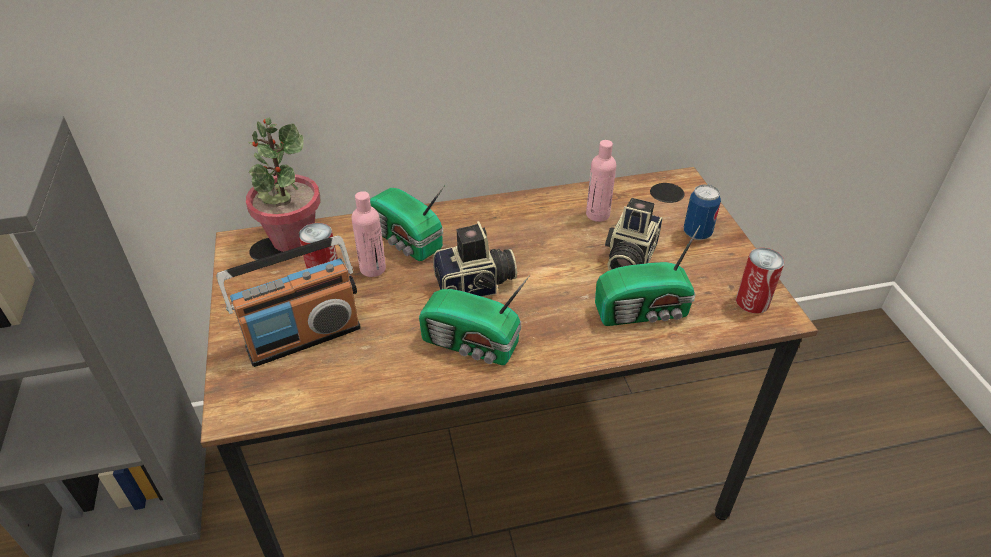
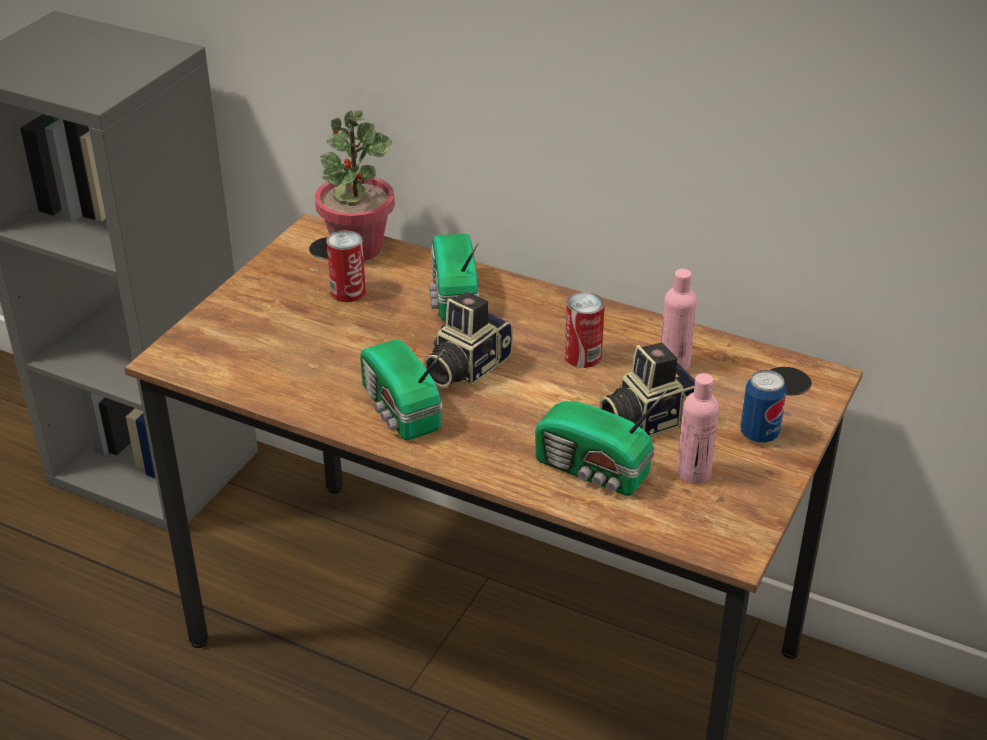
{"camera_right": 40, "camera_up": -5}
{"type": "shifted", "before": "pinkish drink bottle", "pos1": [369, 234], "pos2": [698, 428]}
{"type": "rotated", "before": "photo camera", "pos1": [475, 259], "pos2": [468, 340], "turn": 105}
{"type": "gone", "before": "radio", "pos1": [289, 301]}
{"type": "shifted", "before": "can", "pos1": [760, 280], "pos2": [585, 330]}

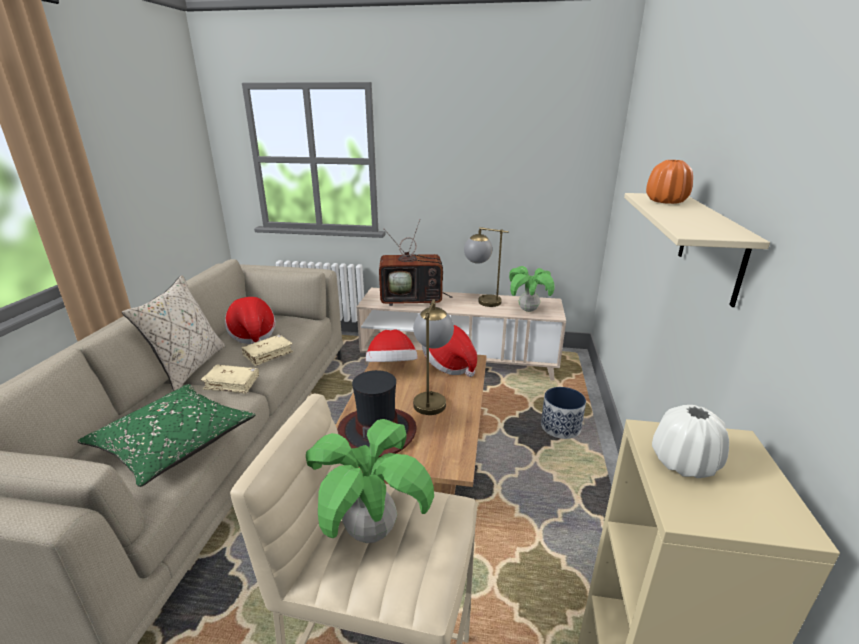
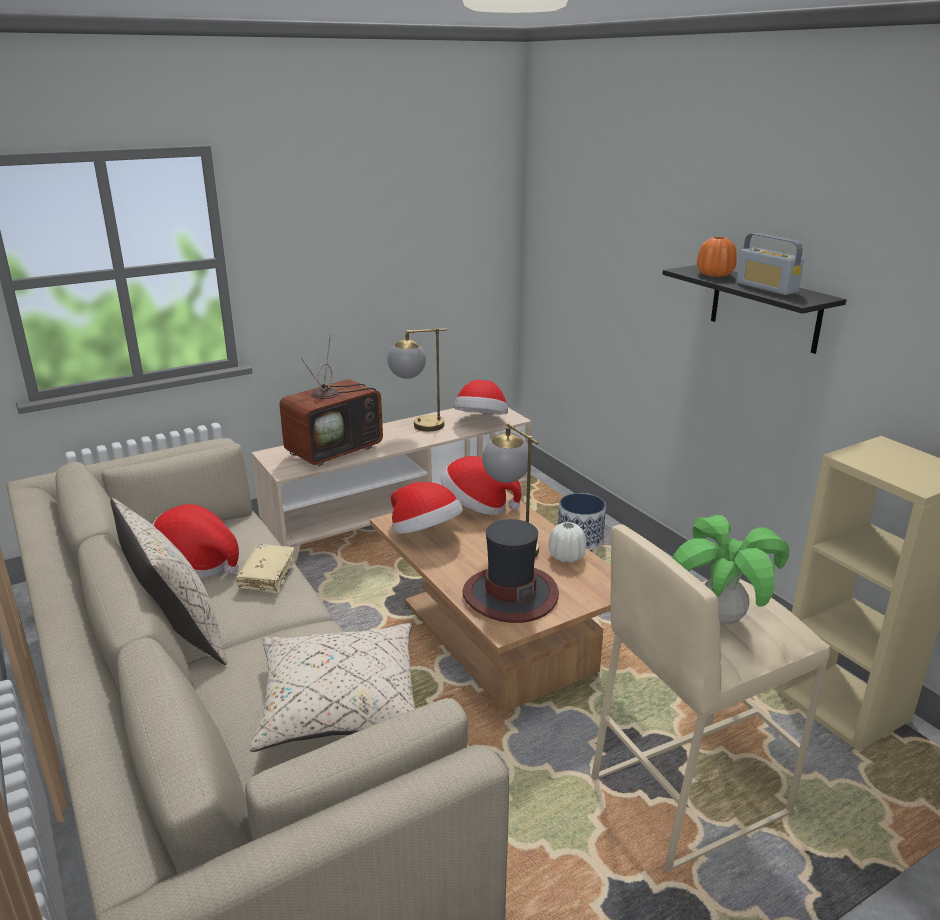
{"camera_right": -40, "camera_up": 0}
{"type": "repainted", "before": "beige wall shelf", "after": "black wall shelf", "pos1": [697, 250], "pos2": [754, 309]}
{"type": "swapped", "before": "potted plant", "after": "clothing hat", "pos1": [531, 289], "pos2": [481, 397]}
{"type": "gone", "before": "beige bound book", "pos1": [230, 379]}
{"type": "repainted", "before": "green pillow", "after": "beige pillow", "pos1": [166, 435], "pos2": [333, 687]}
{"type": "shifted", "before": "whitish flower vase", "pos1": [690, 441], "pos2": [567, 542]}
{"type": "new", "after": "radio", "pos2": [770, 264]}

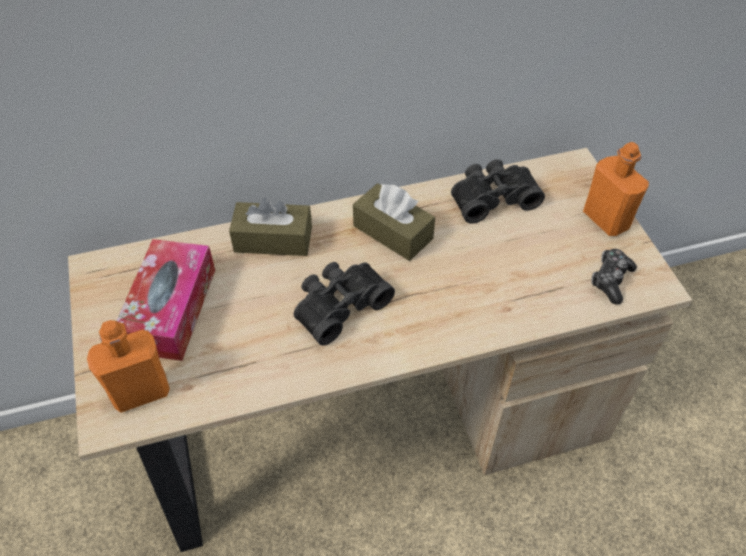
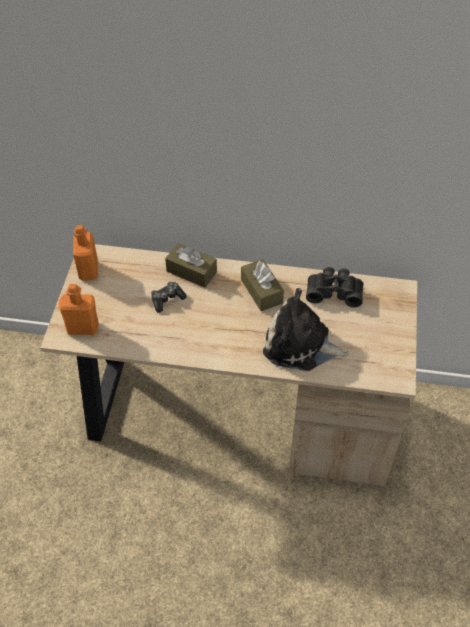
{"camera_right": 25, "camera_up": 0}
{"type": "shifted", "before": "orange drink bottle", "pos1": [616, 189], "pos2": [85, 253]}
{"type": "gone", "before": "tissue holder", "pos1": [165, 300]}
{"type": "shifted", "before": "joypad", "pos1": [614, 276], "pos2": [169, 297]}
{"type": "gone", "before": "black binoculars", "pos1": [344, 303]}
{"type": "new", "after": "cuddly toy", "pos2": [306, 329]}

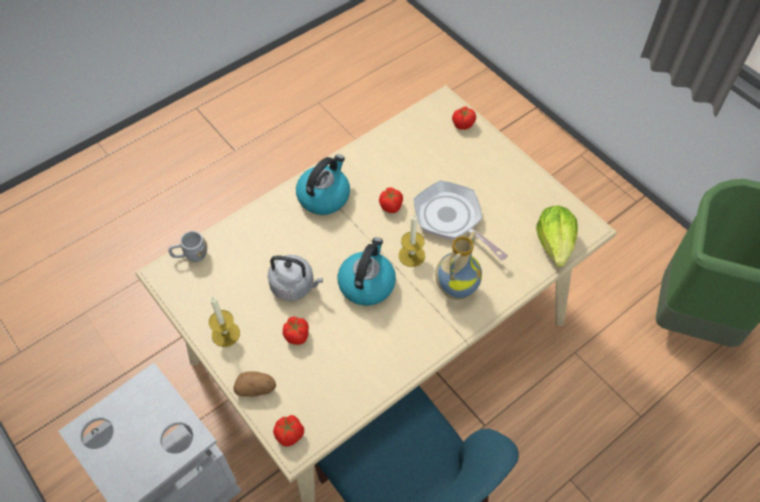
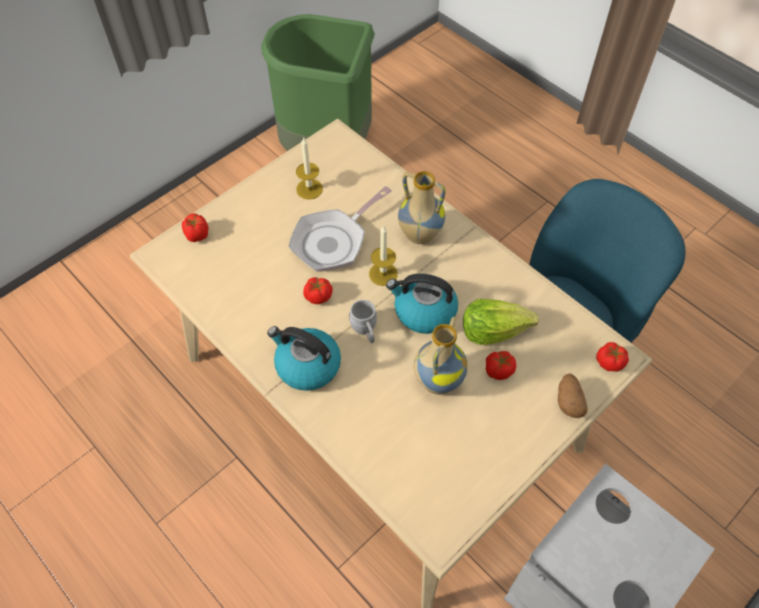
{"camera_right": -95, "camera_up": 0}
{"type": "shifted", "before": "lettuce", "pos1": [557, 236], "pos2": [501, 322]}
{"type": "shifted", "before": "grey mug", "pos1": [187, 246], "pos2": [363, 321]}
{"type": "swapped", "before": "grey kettle", "after": "flower vase", "pos1": [295, 278], "pos2": [441, 355]}
{"type": "shifted", "before": "candle", "pos1": [224, 321], "pos2": [309, 169]}

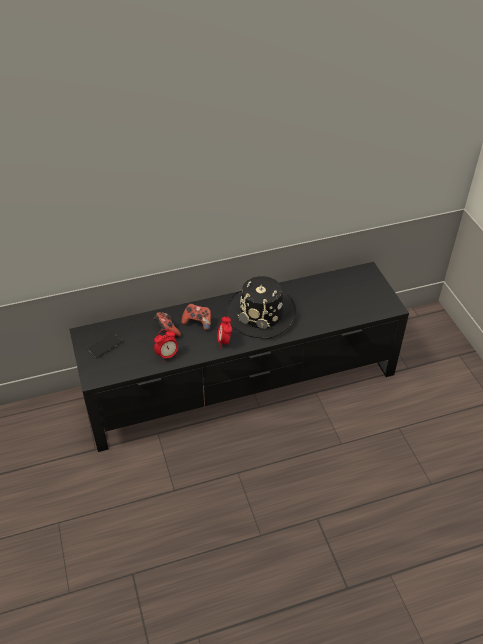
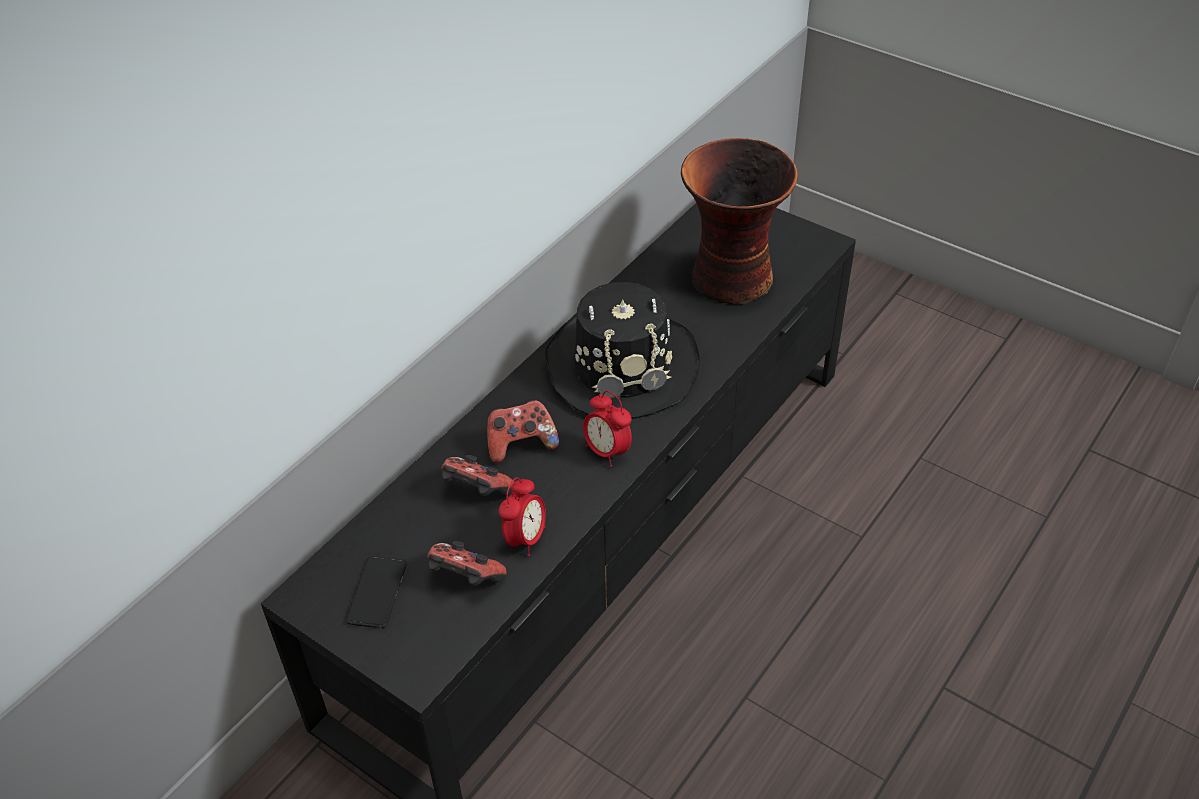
{"camera_right": -35, "camera_up": 0}
{"type": "new", "after": "flower vase", "pos2": [739, 221]}
{"type": "new", "after": "joypad", "pos2": [467, 563]}

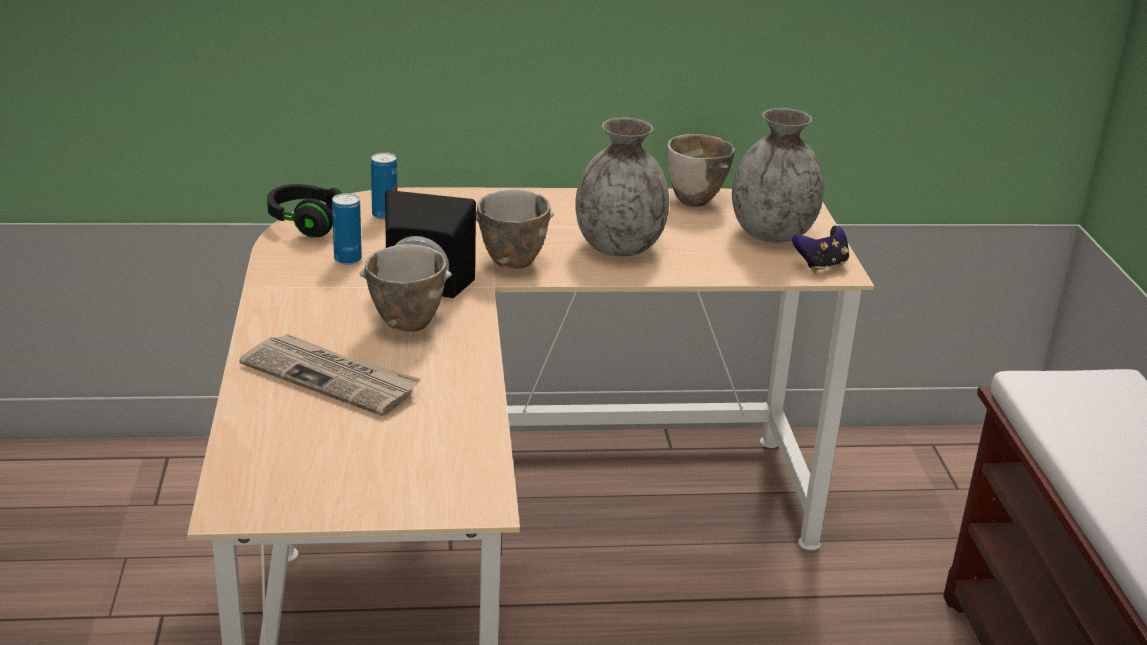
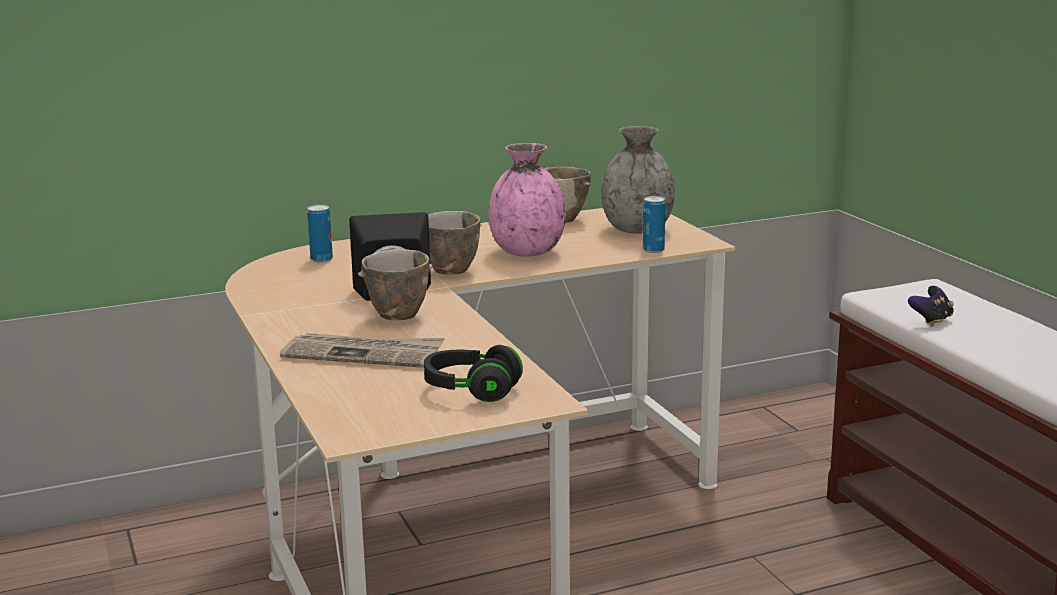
{"camera_right": -15, "camera_up": -10}
{"type": "repainted", "before": "grey flower vase", "after": "pinkish flower vase", "pos1": [622, 187], "pos2": [527, 200]}
{"type": "shifted", "before": "black pair of headphones", "pos1": [306, 211], "pos2": [473, 373]}
{"type": "shifted", "before": "can", "pos1": [347, 229], "pos2": [654, 224]}
{"type": "shifted", "before": "joypad", "pos1": [820, 249], "pos2": [931, 306]}

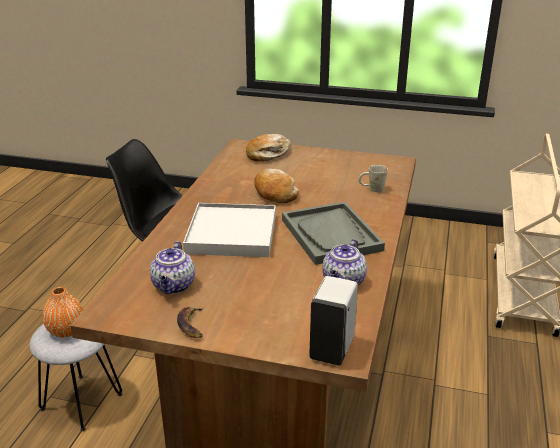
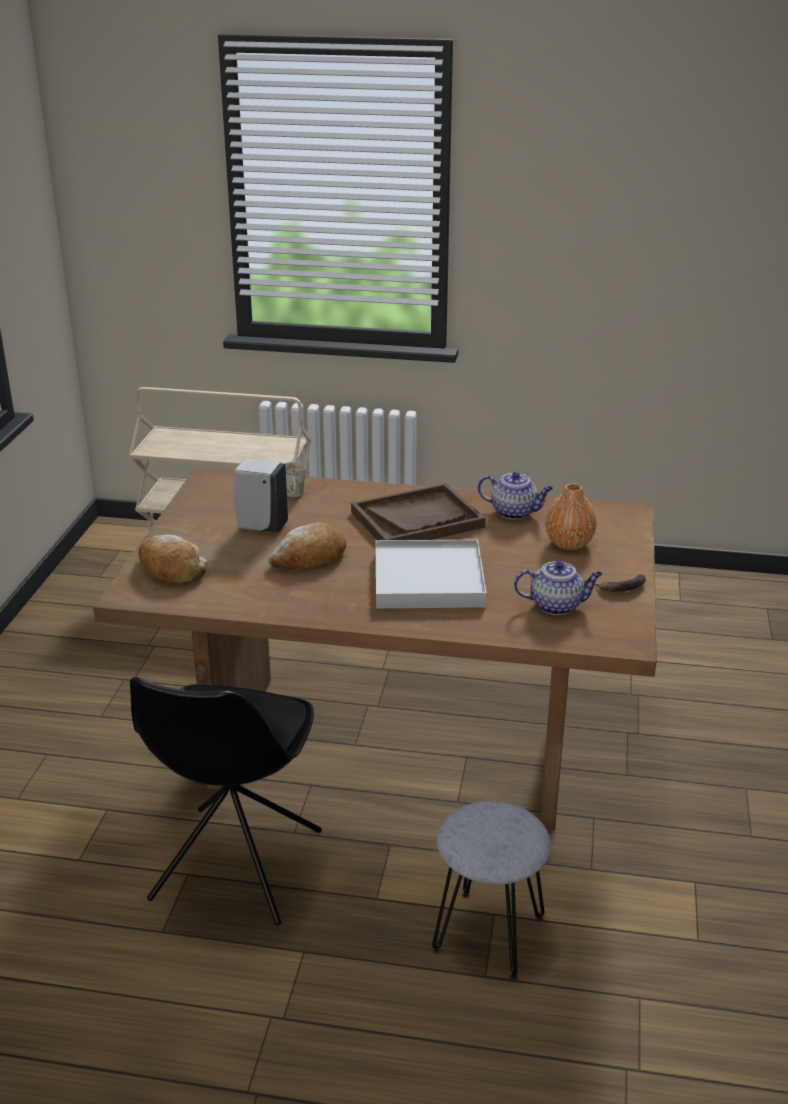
{"camera_right": -95, "camera_up": 0}
{"type": "repainted", "before": "grey serving tray", "after": "brown serving tray", "pos1": [333, 233], "pos2": [418, 511]}
{"type": "shifted", "before": "whitish soap dispenser", "pos1": [333, 321], "pos2": [260, 495]}
{"type": "shifted", "before": "orange flower vase", "pos1": [63, 312], "pos2": [571, 517]}

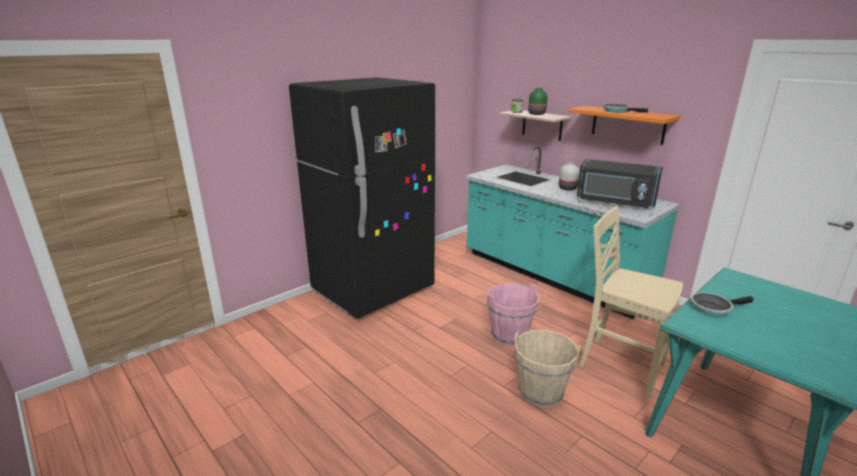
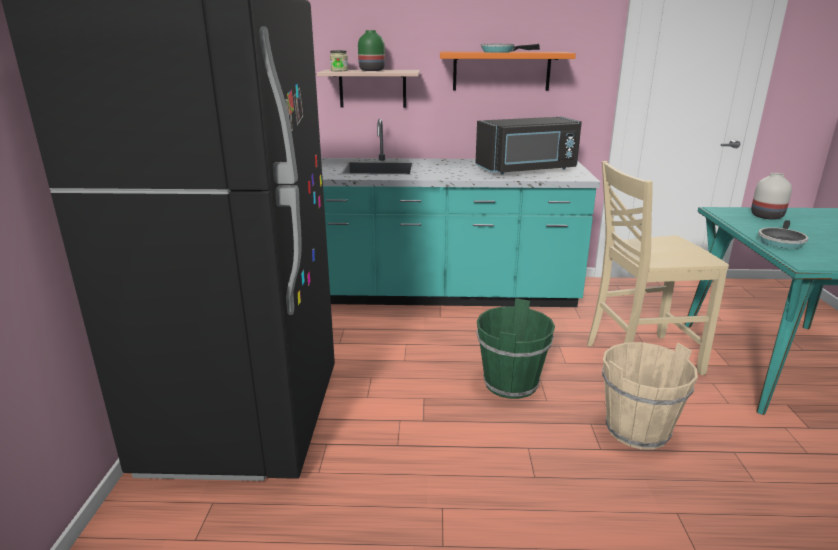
{"camera_right": -45, "camera_up": 0}
{"type": "shifted", "before": "whitish flower vase", "pos1": [569, 176], "pos2": [771, 196]}
{"type": "repainted", "before": "pinkish water bucket", "after": "green water bucket", "pos1": [513, 314], "pos2": [515, 349]}

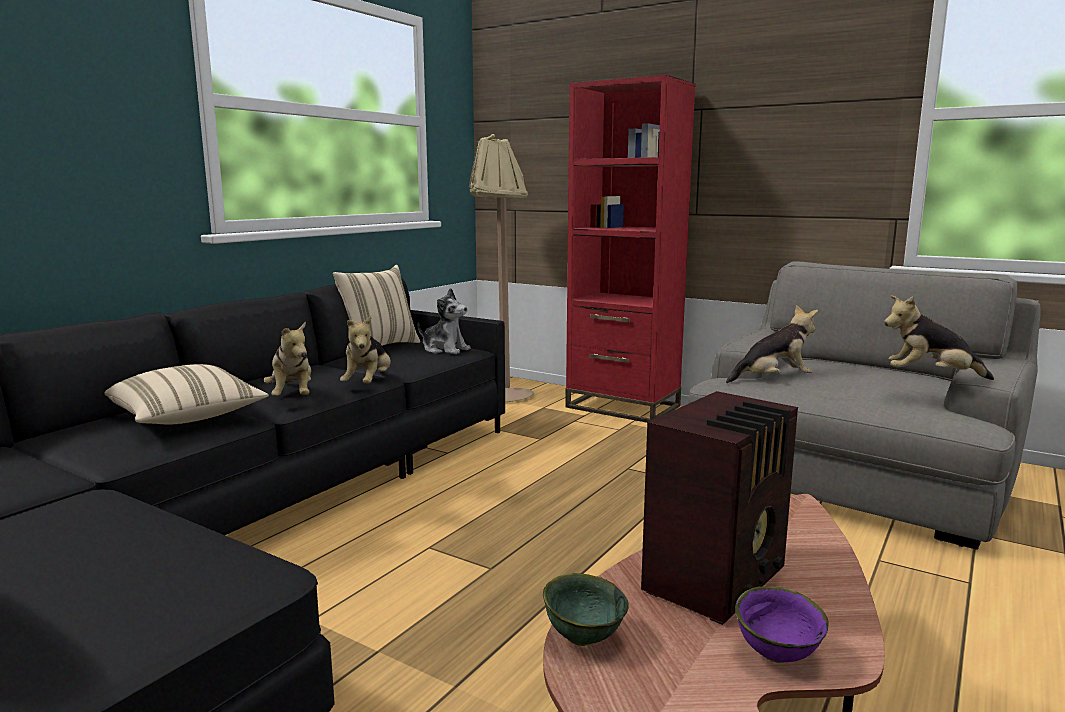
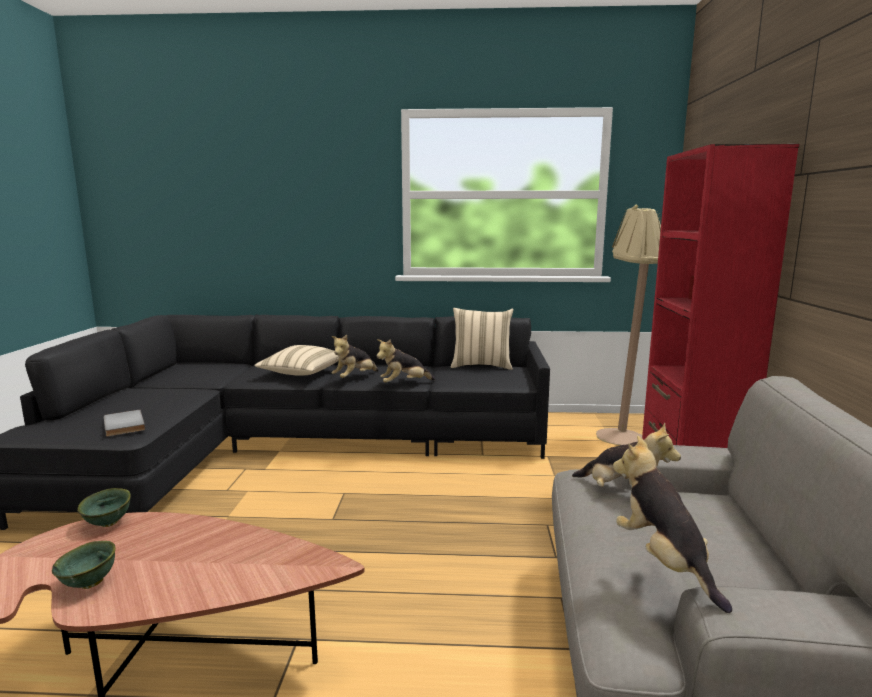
{"camera_right": 60, "camera_up": 0}
{"type": "gone", "before": "cuddly toy", "pos1": [444, 321]}
{"type": "gone", "before": "radio", "pos1": [719, 508]}
{"type": "repainted", "before": "purplish bowl", "after": "green bowl", "pos1": [782, 624], "pos2": [84, 565]}
{"type": "new", "after": "grey bound book", "pos2": [124, 423]}

